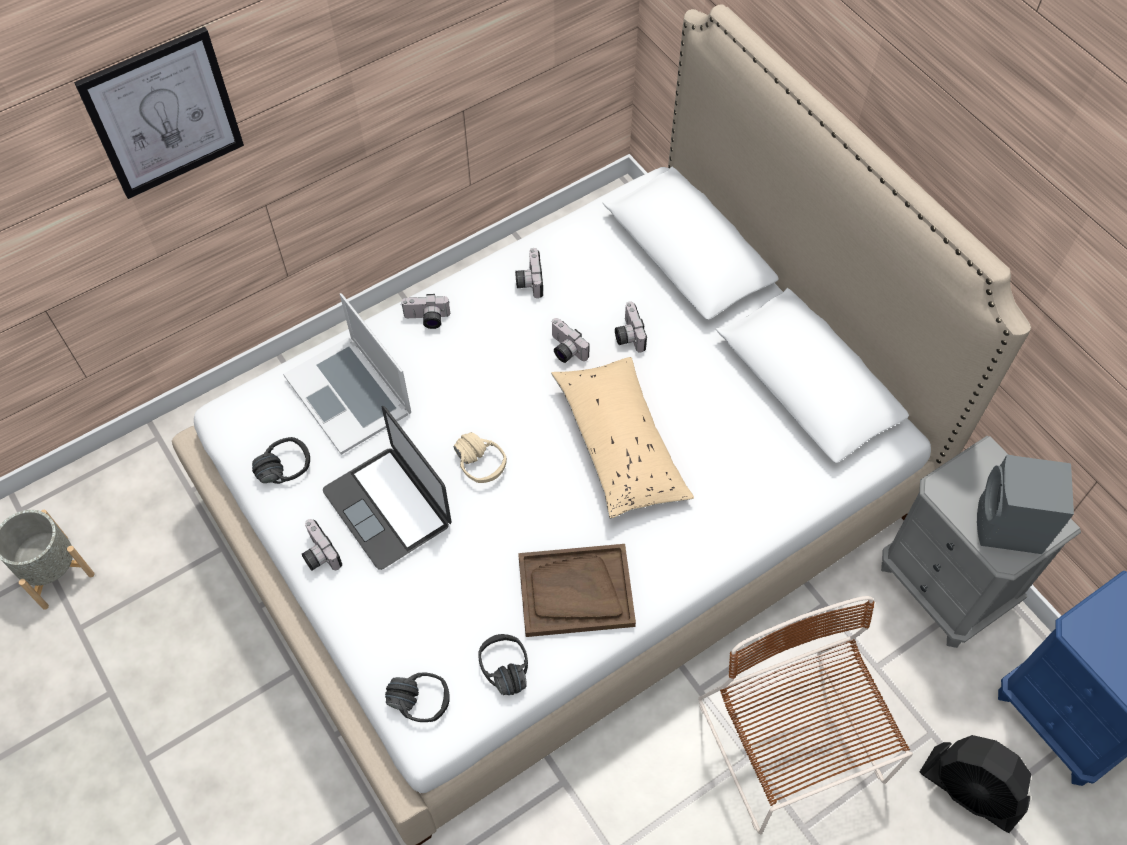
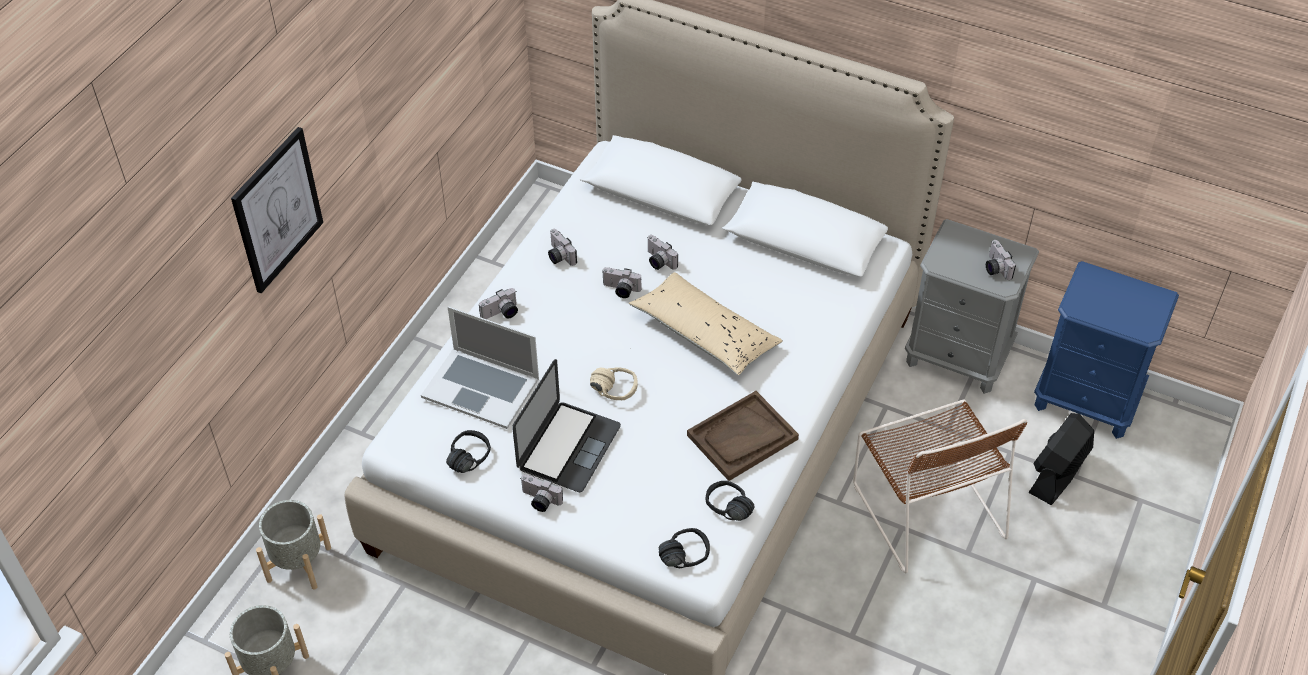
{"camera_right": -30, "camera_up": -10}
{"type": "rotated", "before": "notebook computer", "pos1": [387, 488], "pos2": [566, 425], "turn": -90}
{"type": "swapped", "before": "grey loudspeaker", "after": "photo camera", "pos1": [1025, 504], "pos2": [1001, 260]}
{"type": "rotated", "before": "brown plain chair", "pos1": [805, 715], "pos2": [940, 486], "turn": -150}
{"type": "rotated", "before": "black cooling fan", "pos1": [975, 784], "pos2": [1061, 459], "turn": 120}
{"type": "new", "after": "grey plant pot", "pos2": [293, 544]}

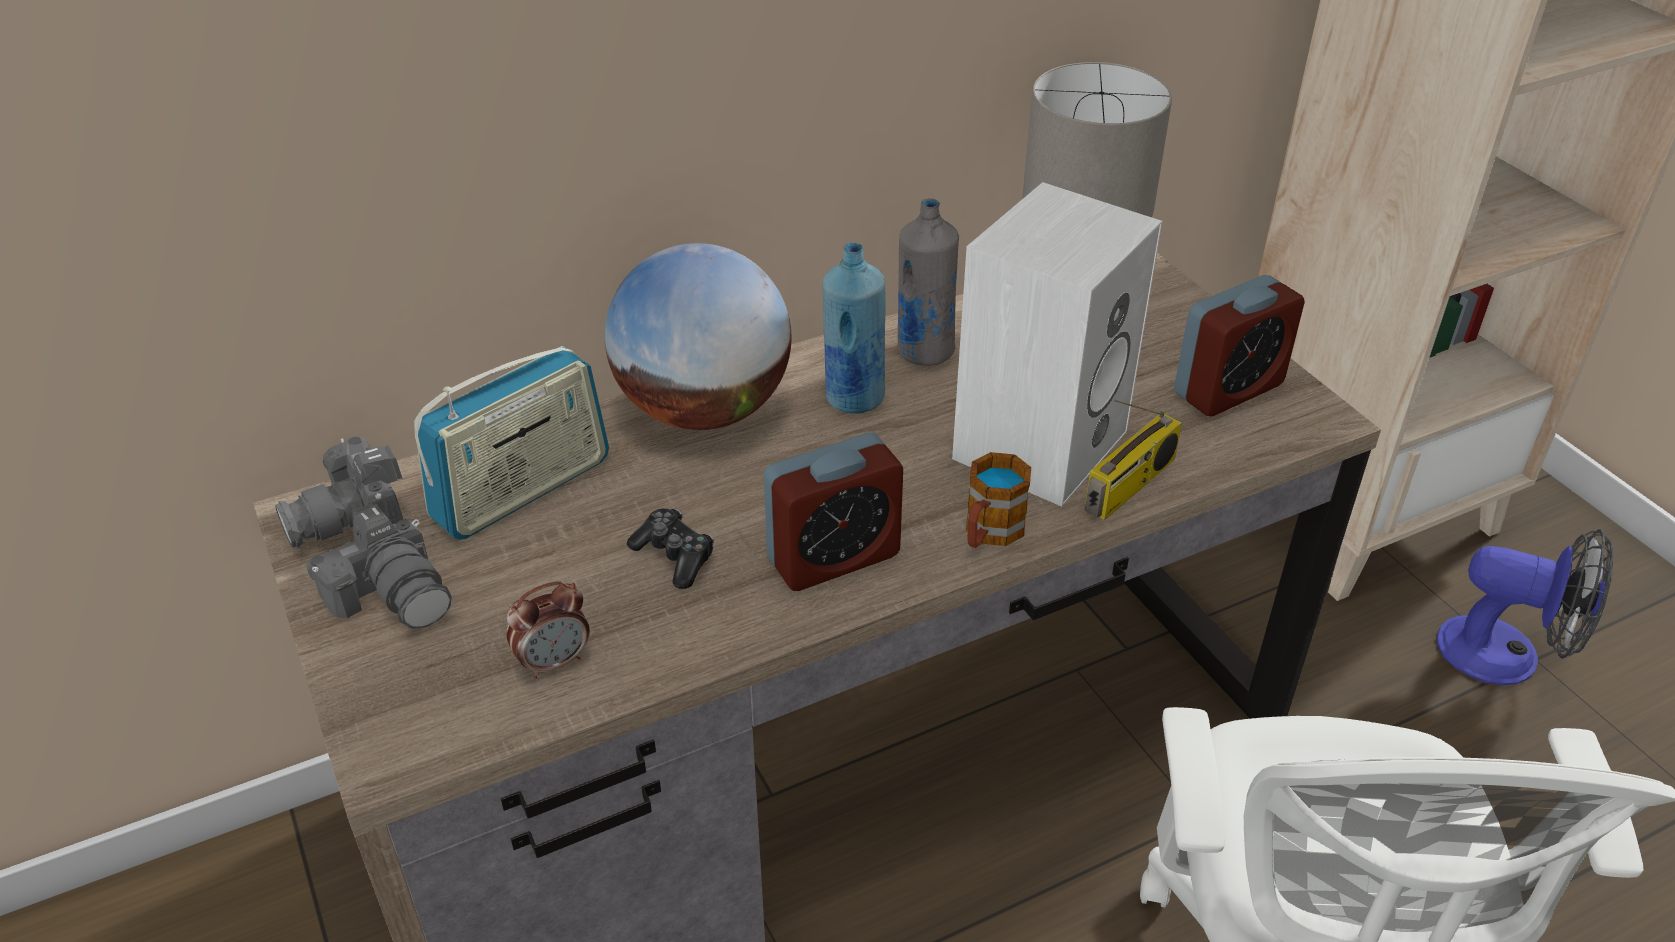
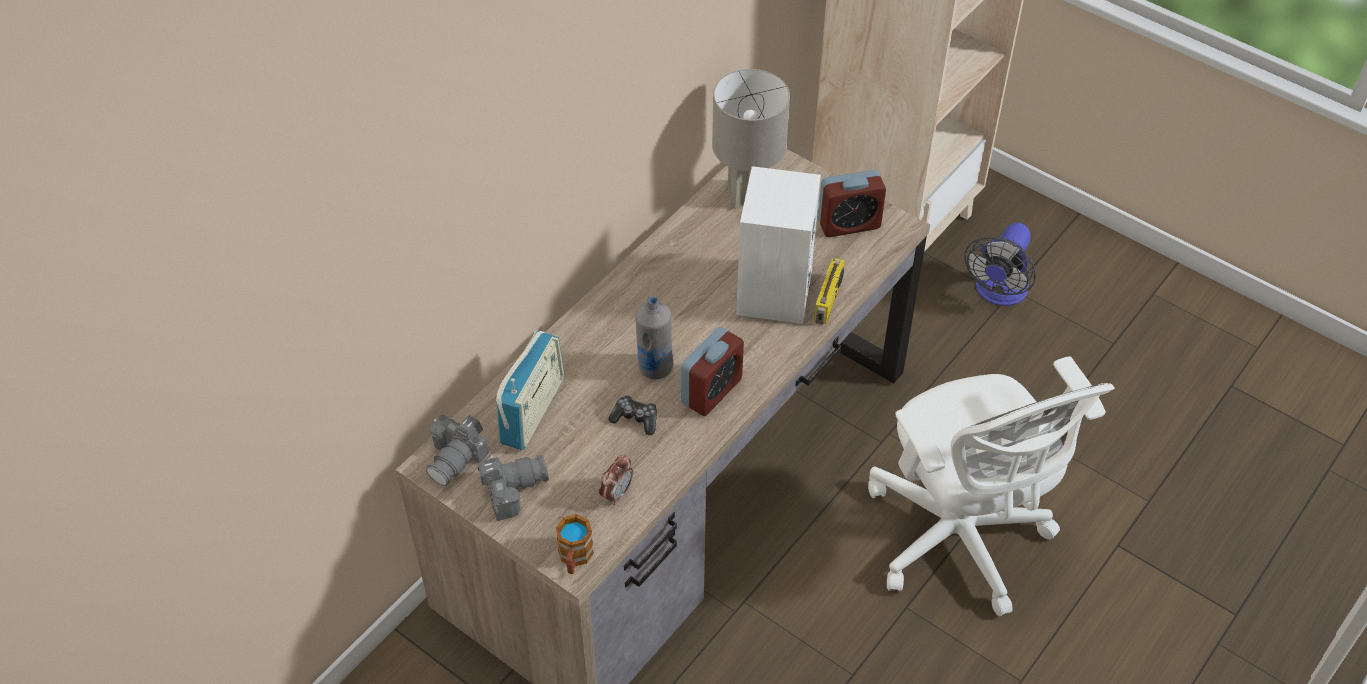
{"camera_right": -25, "camera_up": 10}
{"type": "shifted", "before": "grey drink bottle", "pos1": [929, 282], "pos2": [654, 337]}
{"type": "gone", "before": "globe", "pos1": [698, 336]}
{"type": "gone", "before": "blue drink bottle", "pos1": [854, 328]}
{"type": "rotated", "before": "alarm clock", "pos1": [1239, 345], "pos2": [852, 203], "turn": 45}
{"type": "shifted", "before": "mug", "pos1": [998, 500], "pos2": [575, 544]}
{"type": "rotated", "before": "photo camera", "pos1": [379, 566], "pos2": [513, 487], "turn": -45}
{"type": "rotated", "before": "cooling fan", "pos1": [1525, 607], "pos2": [1000, 264], "turn": 120}

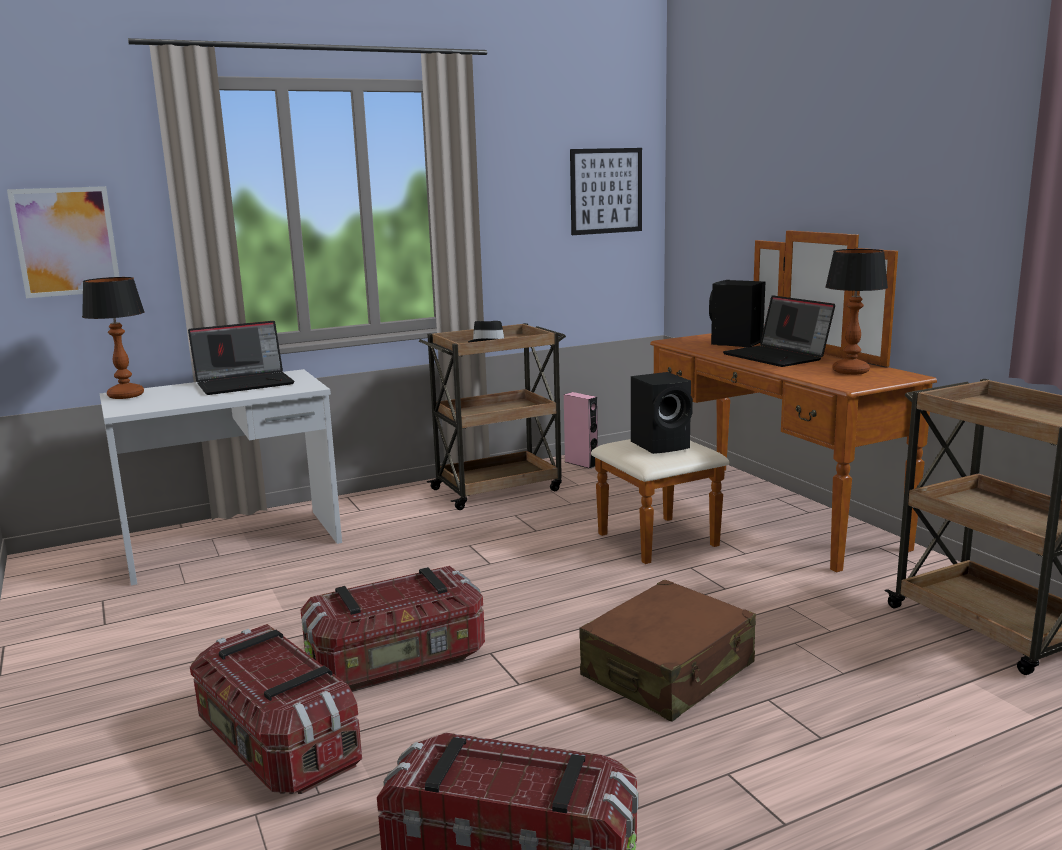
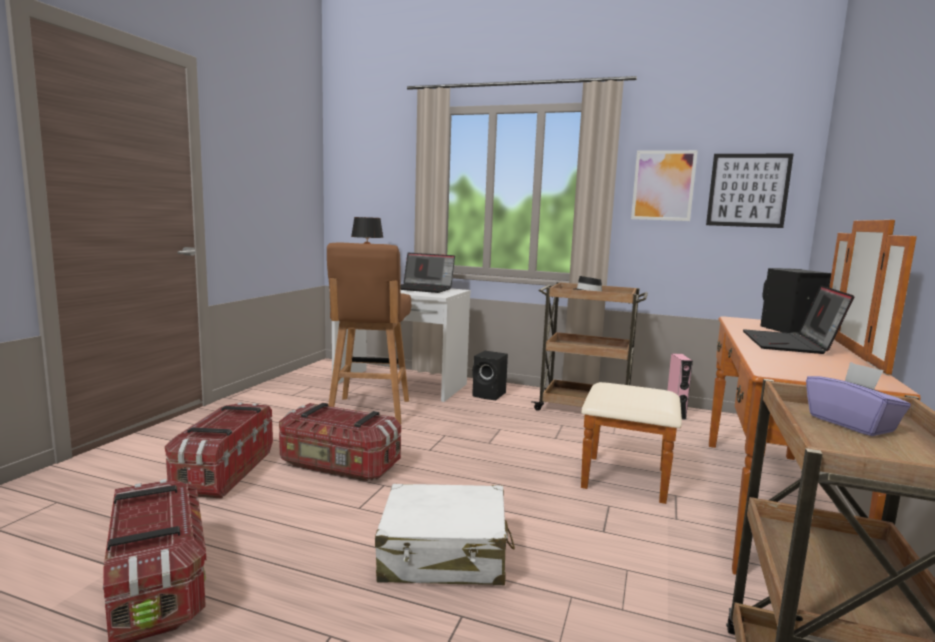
{"camera_right": 45, "camera_up": -5}
{"type": "shifted", "before": "wall art", "pos1": [63, 242], "pos2": [664, 185]}
{"type": "gone", "before": "table lamp", "pos1": [856, 312]}
{"type": "shifted", "before": "black loudspeaker", "pos1": [662, 413], "pos2": [490, 375]}
{"type": "repainted", "before": "brown piece of luggage", "after": "whitish piece of luggage", "pos1": [668, 651], "pos2": [445, 534]}
{"type": "new", "after": "brown stool seat", "pos2": [369, 333]}
{"type": "new", "after": "purplish tissue holder", "pos2": [858, 399]}

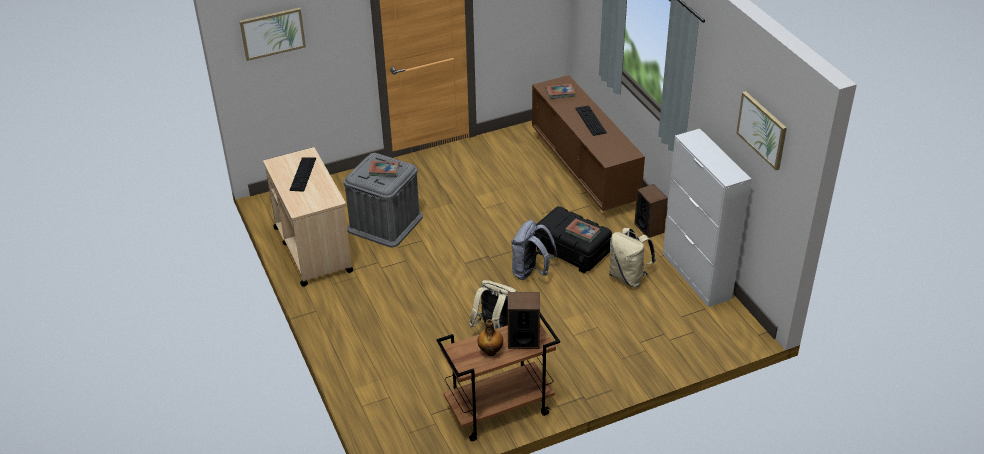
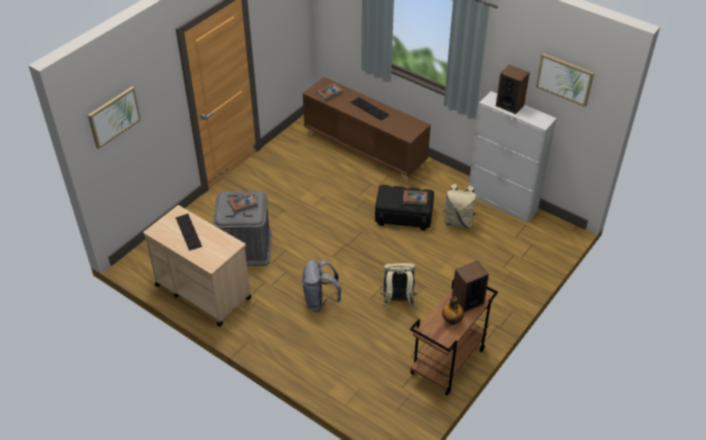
{"camera_right": -30, "camera_up": 5}
{"type": "shifted", "before": "loudspeaker", "pos1": [651, 211], "pos2": [513, 89]}
{"type": "shifted", "before": "grey rucksack", "pos1": [534, 250], "pos2": [322, 285]}

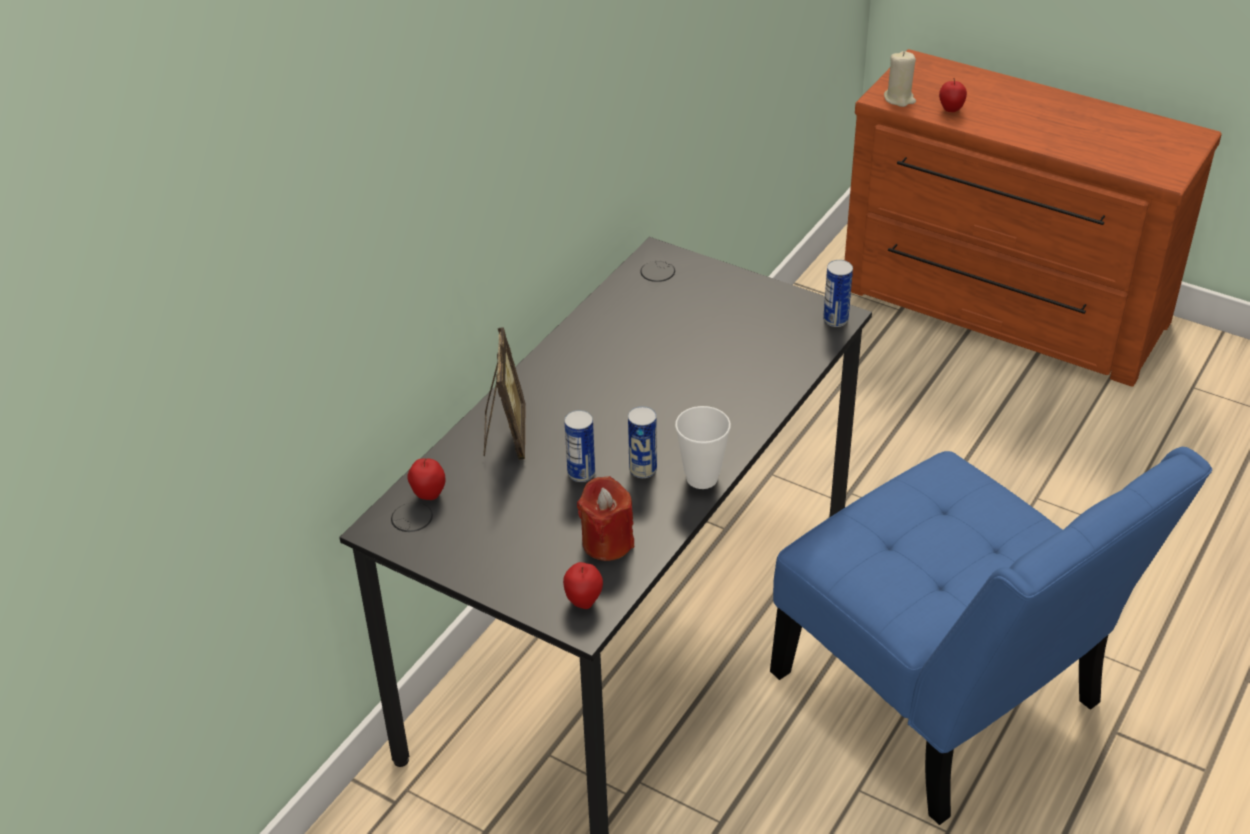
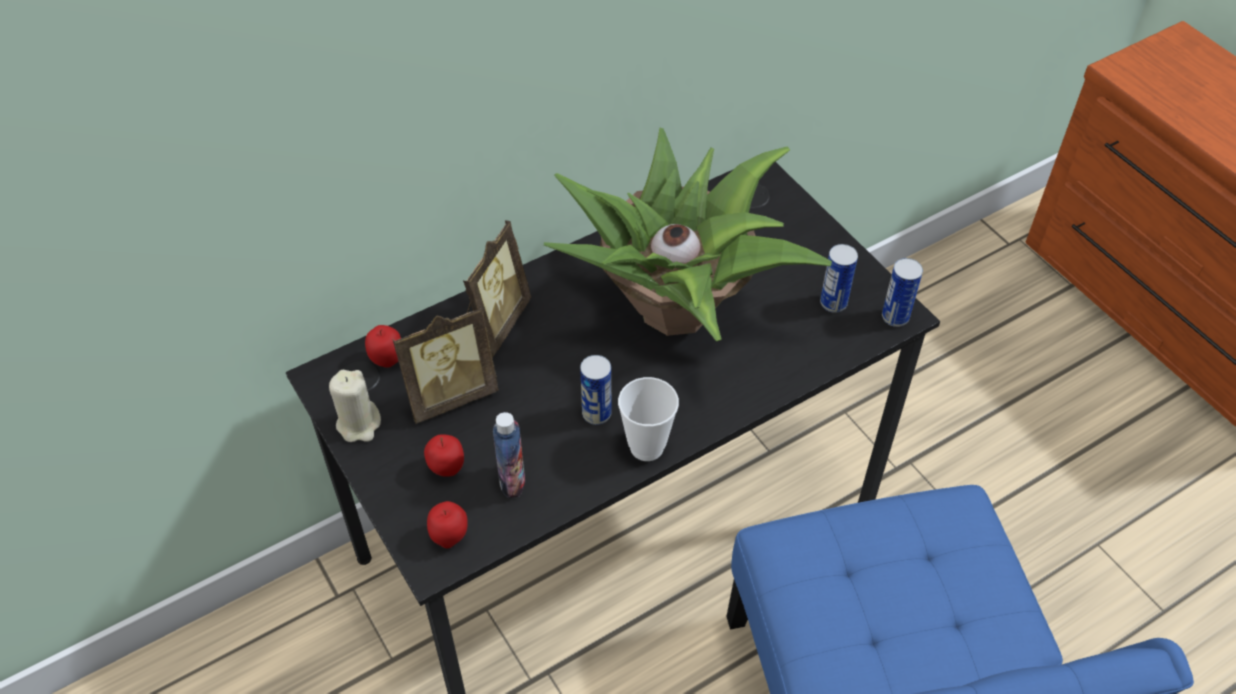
{"camera_right": 25, "camera_up": 10}
{"type": "shifted", "before": "beige candle", "pos1": [900, 79], "pos2": [355, 406]}
{"type": "shifted", "before": "whole apple", "pos1": [953, 95], "pos2": [444, 455]}
{"type": "shifted", "before": "can", "pos1": [579, 446], "pos2": [839, 278]}
{"type": "swapped", "before": "red-coloured candle", "after": "drink bottle", "pos1": [605, 518], "pos2": [509, 455]}
{"type": "new", "after": "potted plant", "pos2": [688, 234]}
{"type": "new", "after": "standing frame", "pos2": [446, 365]}

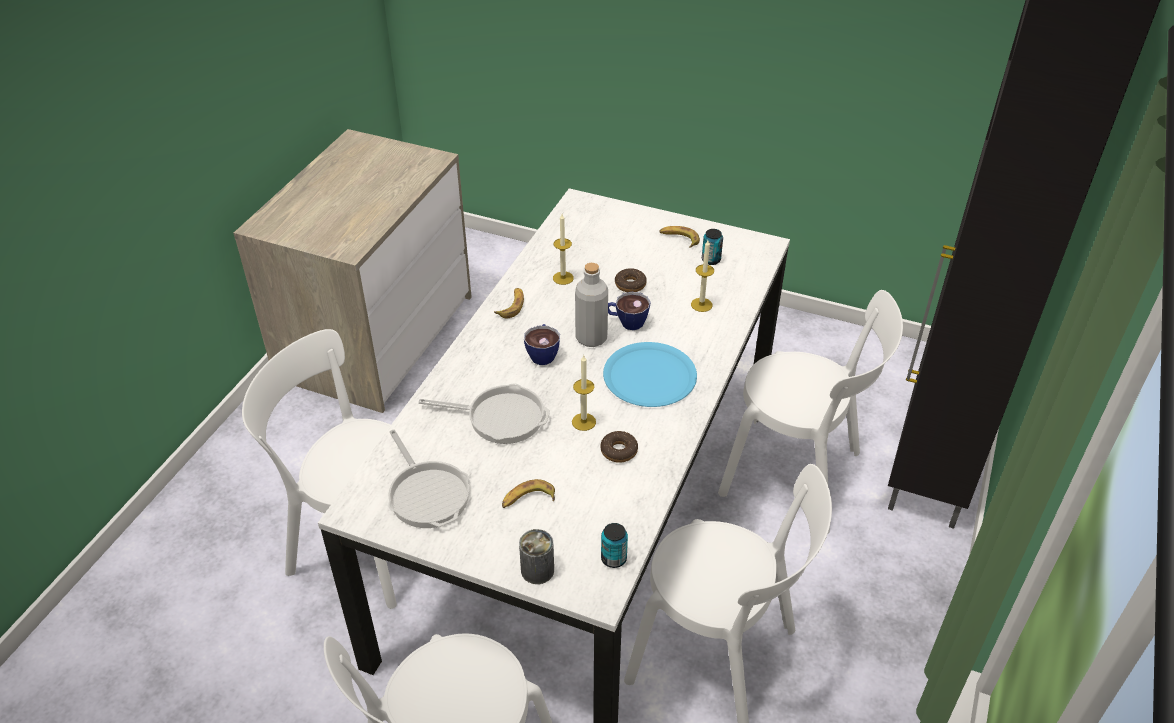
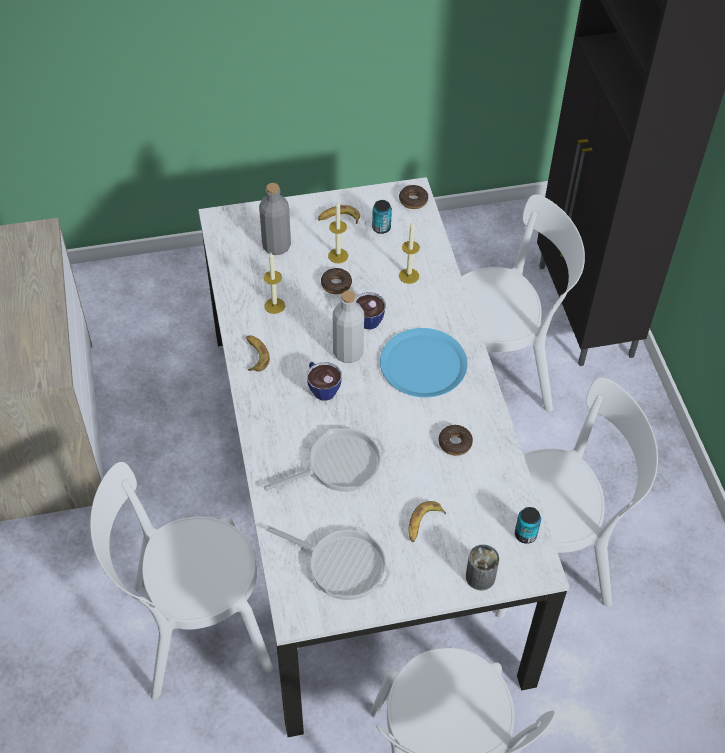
{"camera_right": -35, "camera_up": 10}
{"type": "shifted", "before": "candle", "pos1": [584, 393], "pos2": [338, 232]}
{"type": "new", "after": "grey drink bottle", "pos2": [275, 219]}
{"type": "new", "after": "ring doughnut", "pos2": [413, 197]}

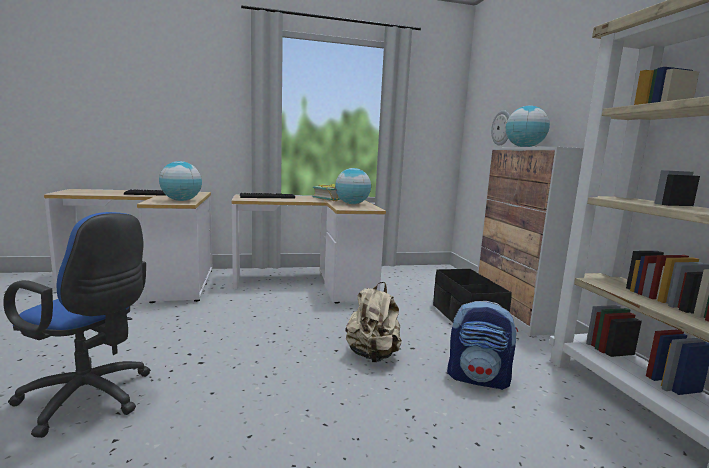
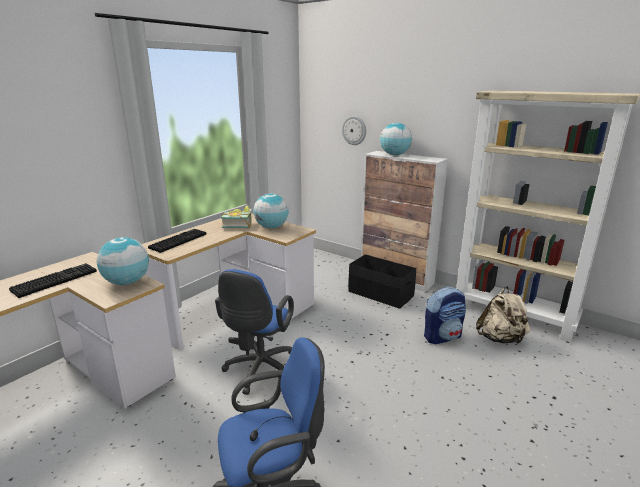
{"camera_right": -40, "camera_up": 10}
{"type": "shifted", "before": "beige rucksack", "pos1": [374, 322], "pos2": [503, 315]}
{"type": "new", "after": "blue desk chair", "pos2": [254, 332]}

